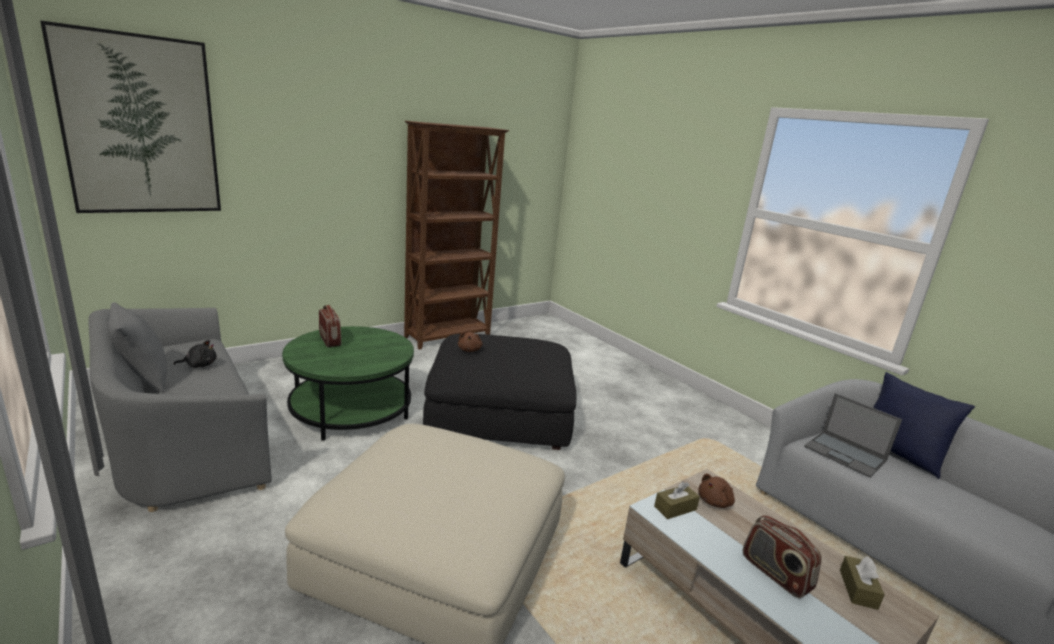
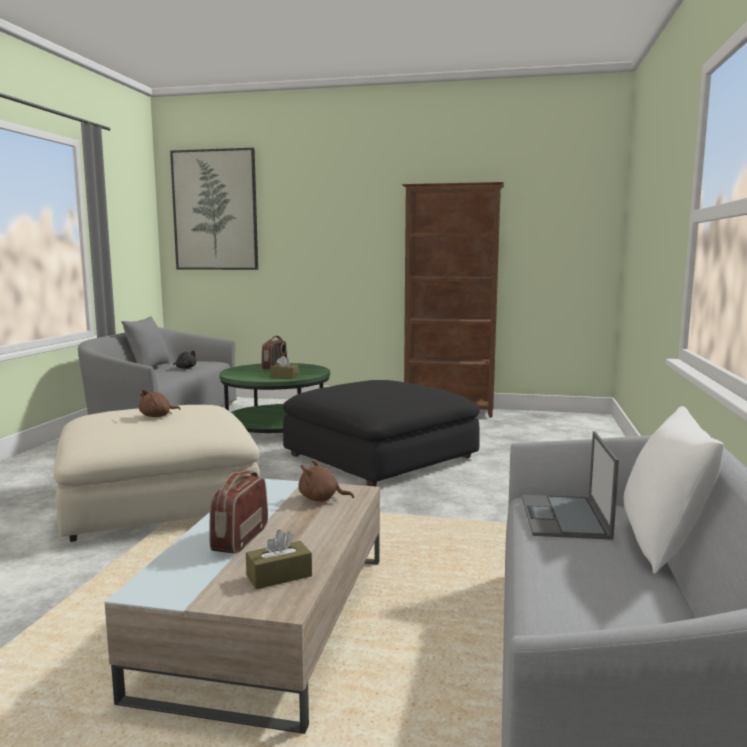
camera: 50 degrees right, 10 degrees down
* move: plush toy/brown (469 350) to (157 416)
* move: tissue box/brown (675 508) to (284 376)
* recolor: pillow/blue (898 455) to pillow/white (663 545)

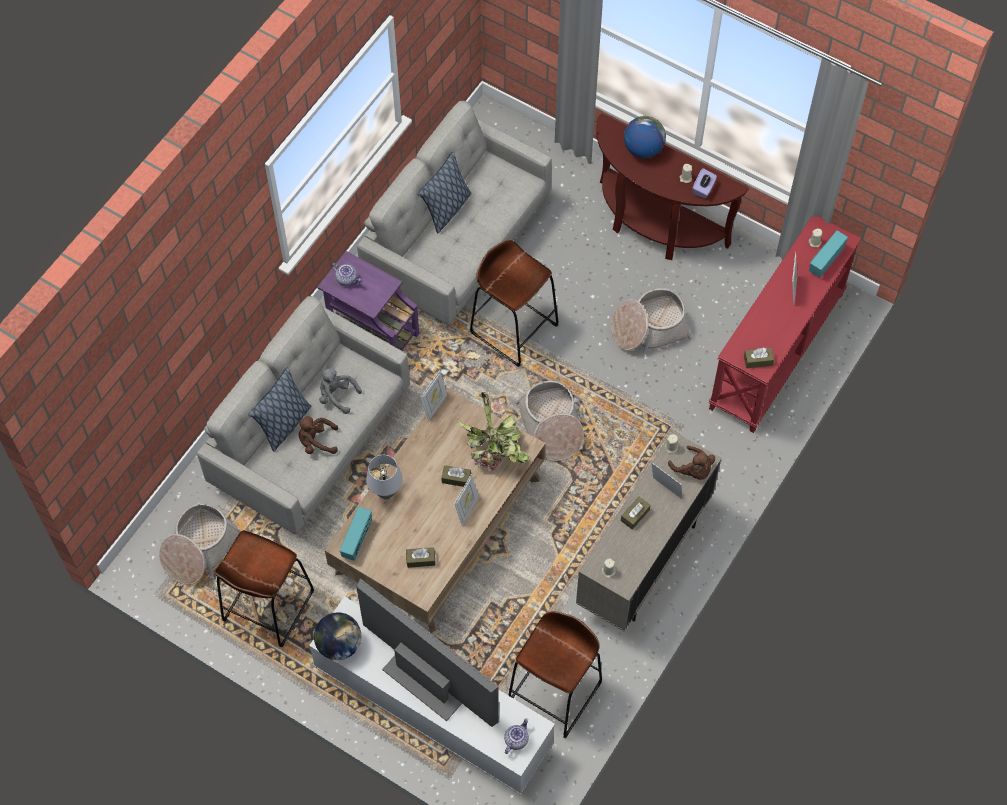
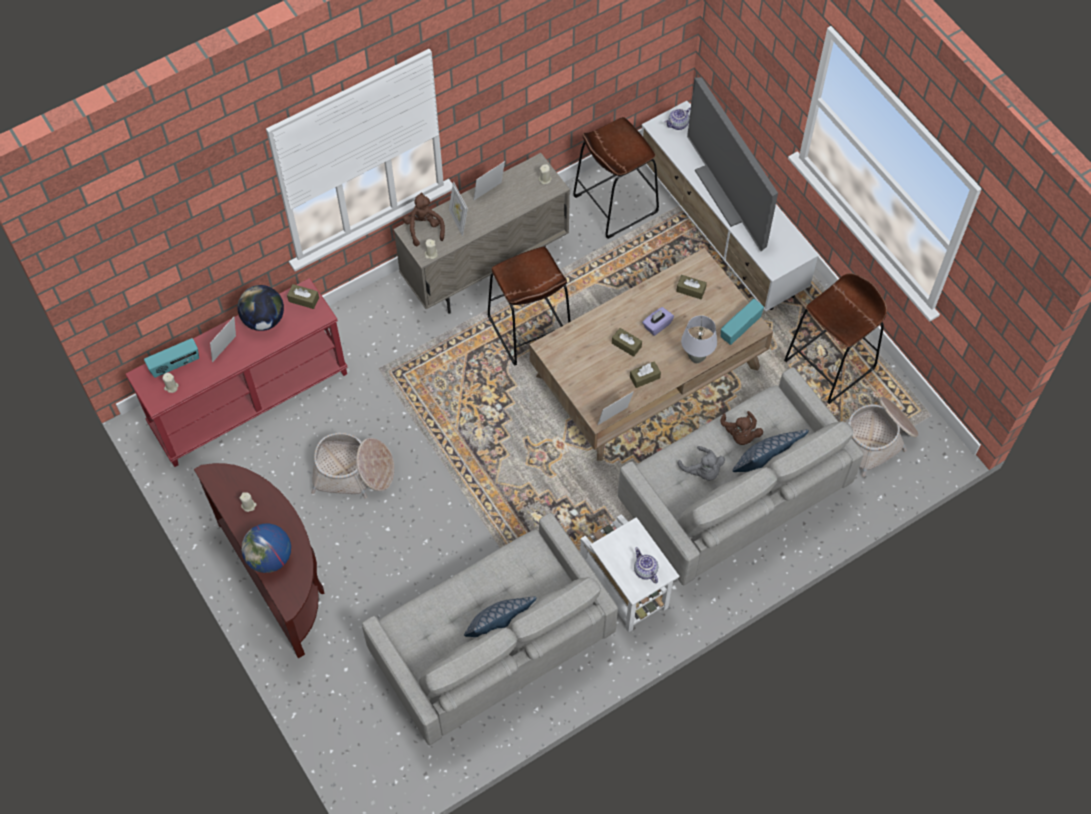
camera: 155 degrees left, 0 degrees up
* move: globe (339 644) to (264 319)
* move: picture frame (467 509) to (489 193)
* move: stool/brown (514 328) to (529 330)
* recolor: side table/purple (371 329) to side table/white (625 588)
* move: tissue box/brown (635 515) to (644 377)
* move: tissue box/purple (703 189) to (657 325)
* rotate: plush toy/brown (317 442) = (740 434) 60 degrees clockwise
* delete: potted plant (496 452)
* delete: basket (551 427)

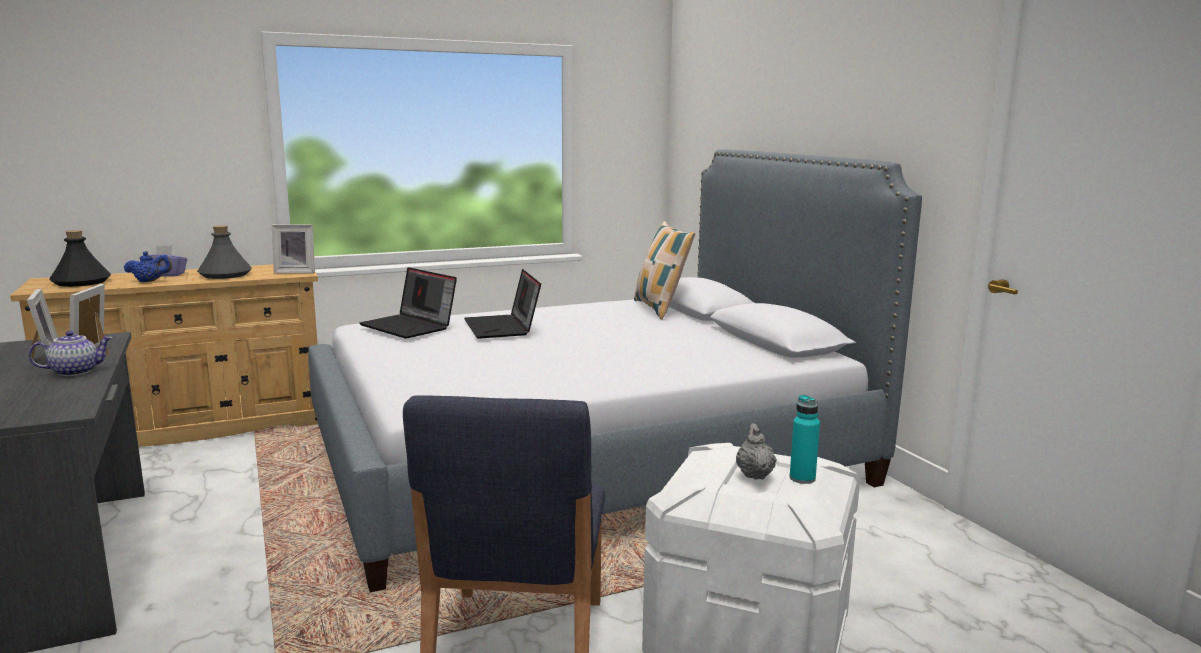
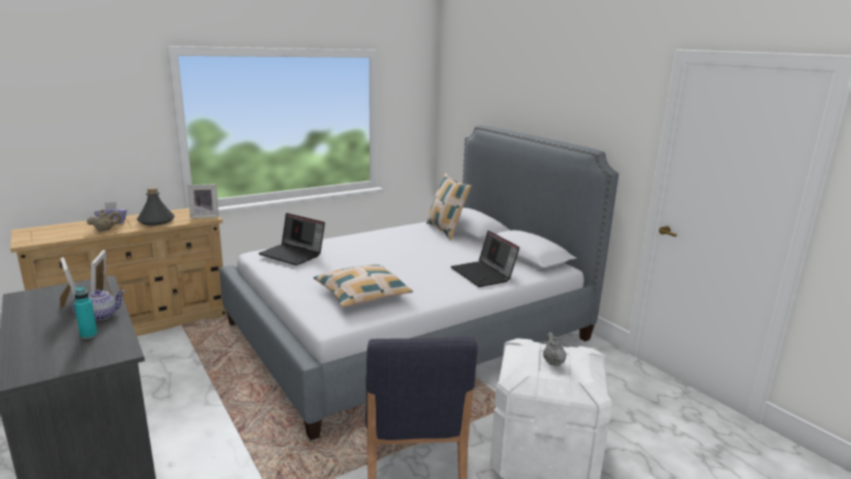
camera: 10 degrees left, 5 degrees up
* move: bottle/turquoise (802 478) to (89 335)
* recolor: teapot/blue (150 281) to teapot/beige (105 230)
* insert: pillow (362 294)
* move: laptop (503 328) to (484 274)
* delete: bottle/black (81 282)

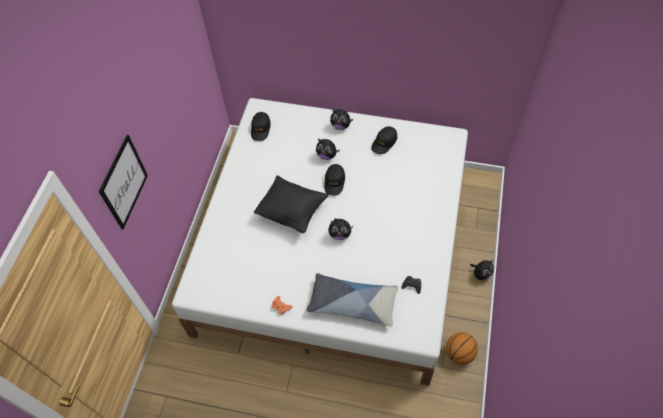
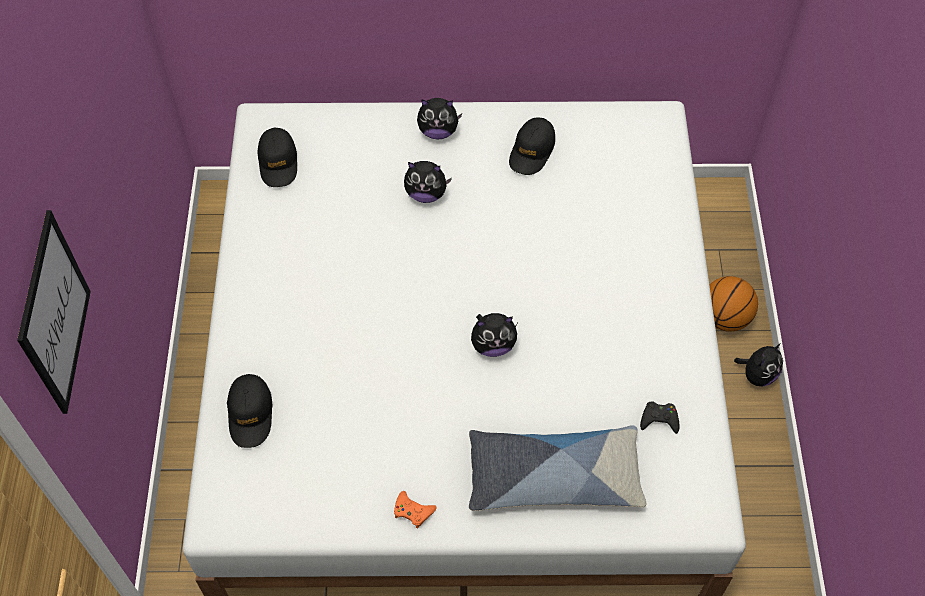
camera: 15 degrees left, 0 degrees up
* move: cap/black (334 182) to (250 414)
* move: basketball (459 353) to (724 318)
* delete: pillow/black (292 212)

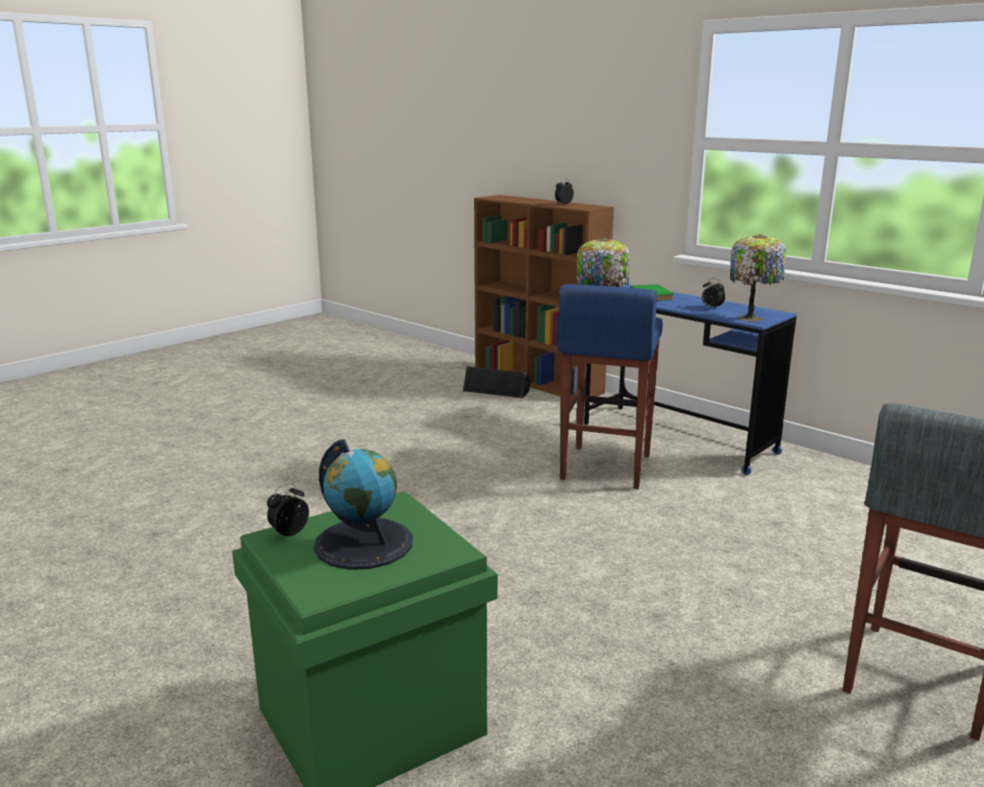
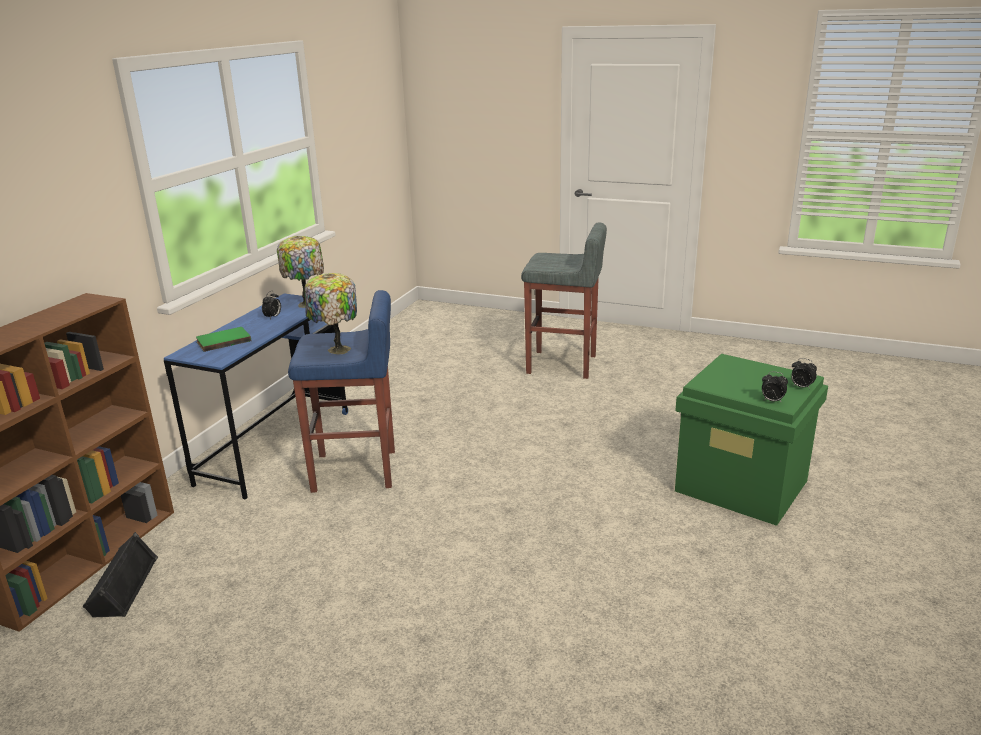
camera: 110 degrees left, 5 degrees up
* move: alarm clock (563 204) to (801 387)
* delete: globe (364 543)

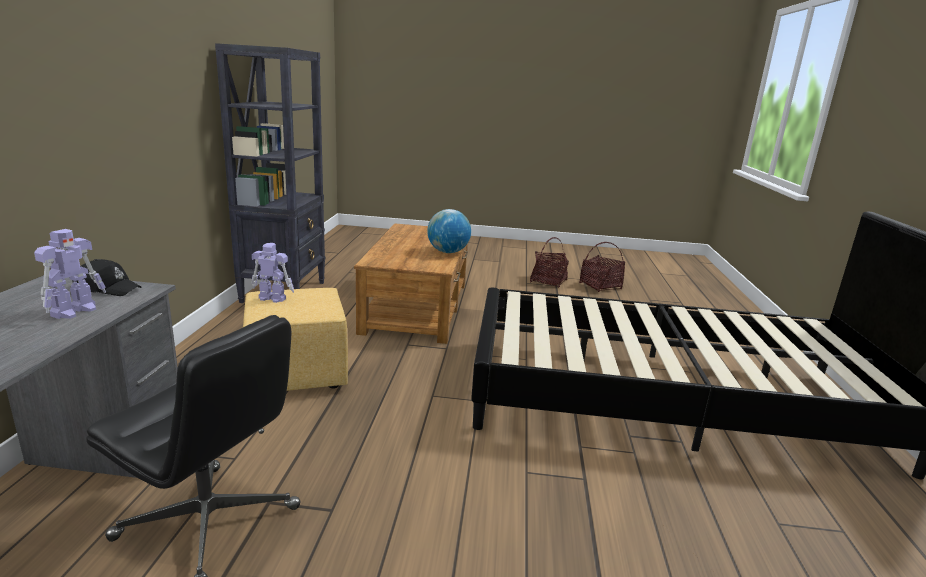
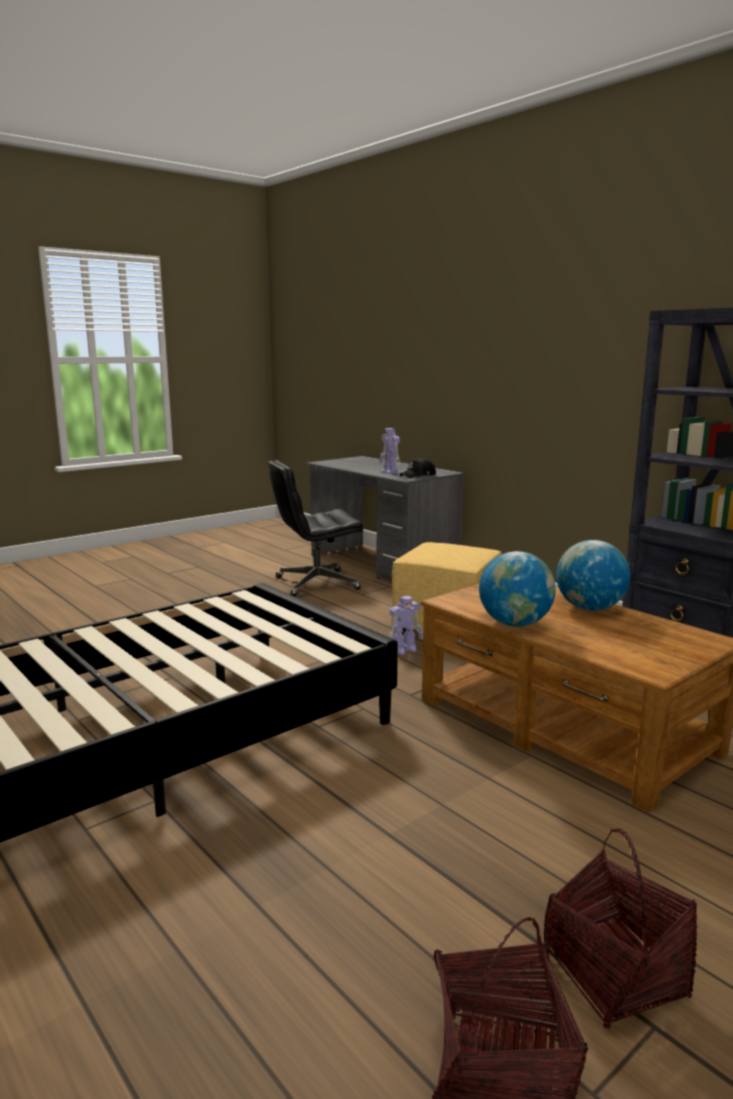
camera: 135 degrees right, 5 degrees down
* move: toy robot (272 298) to (404 650)
* insert: globe (589 608)

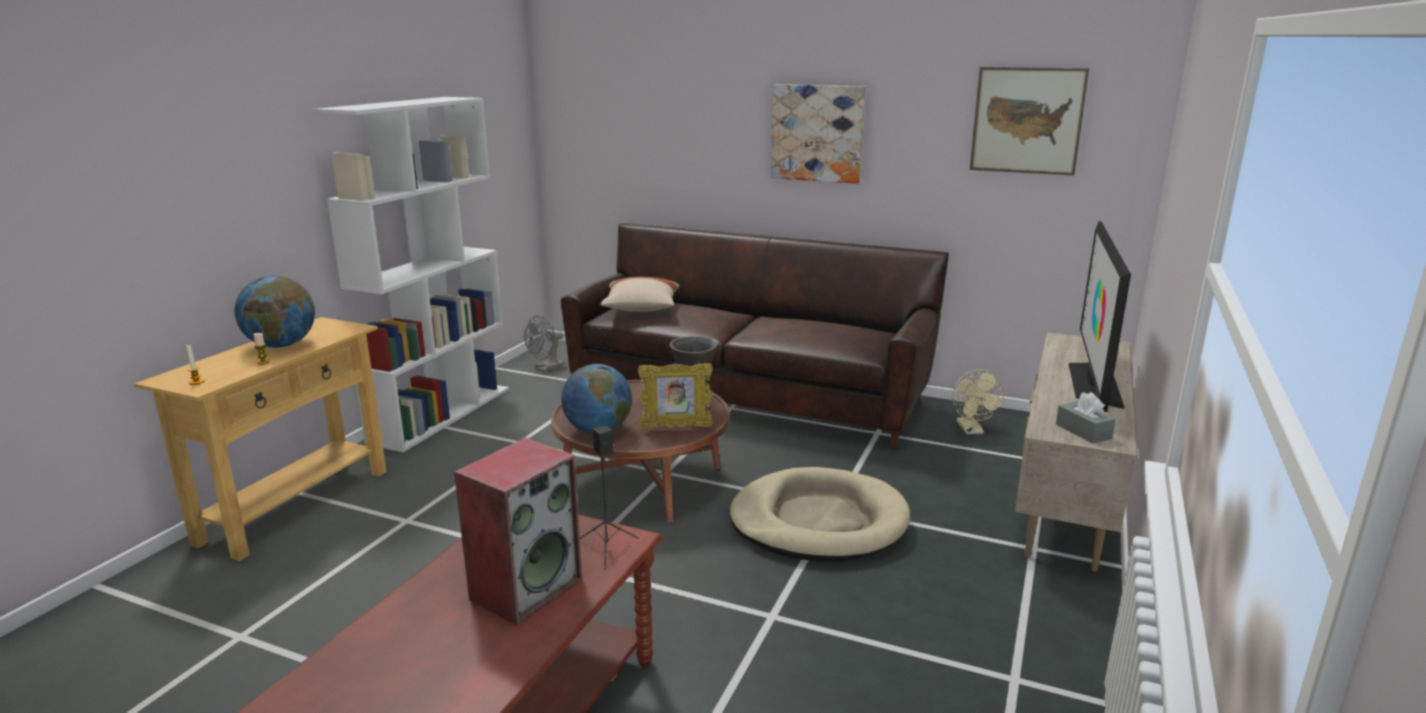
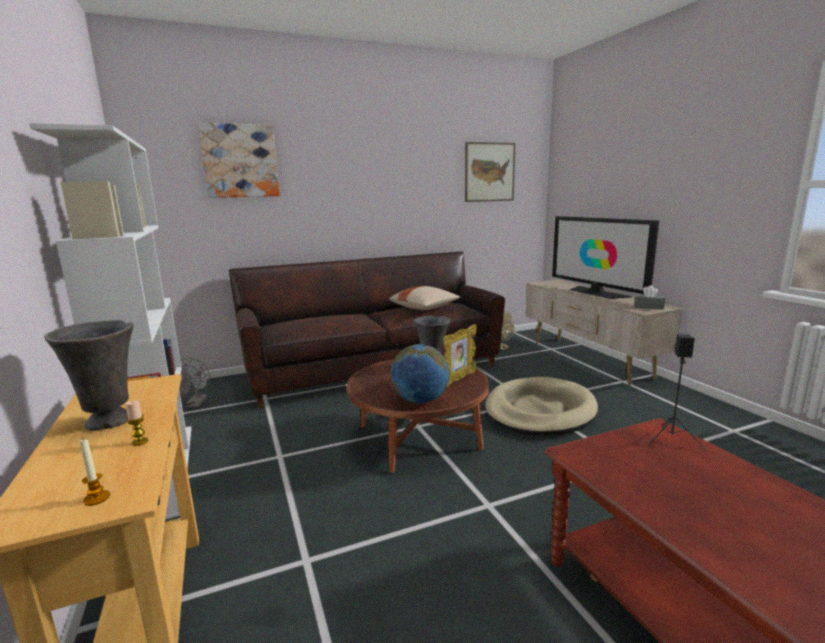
camera: 45 degrees left, 5 degrees down
* replace: globe (281 345) to vase/grey (110 422)
* move: picture (817 133) to (240 161)
* move: pillow/beige (641 309) to (425 308)
* delete: speaker (526 588)

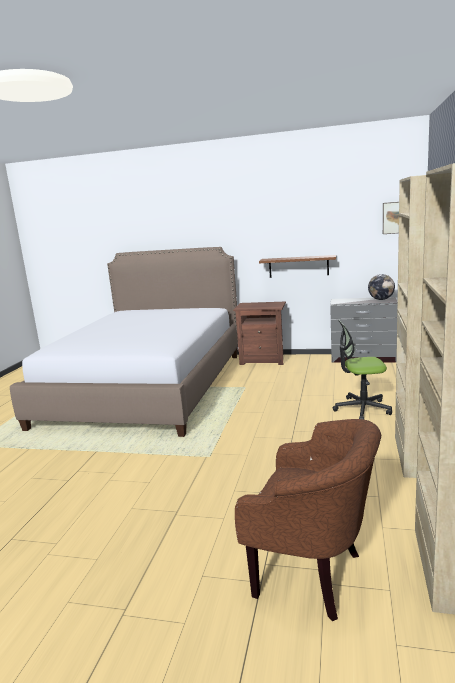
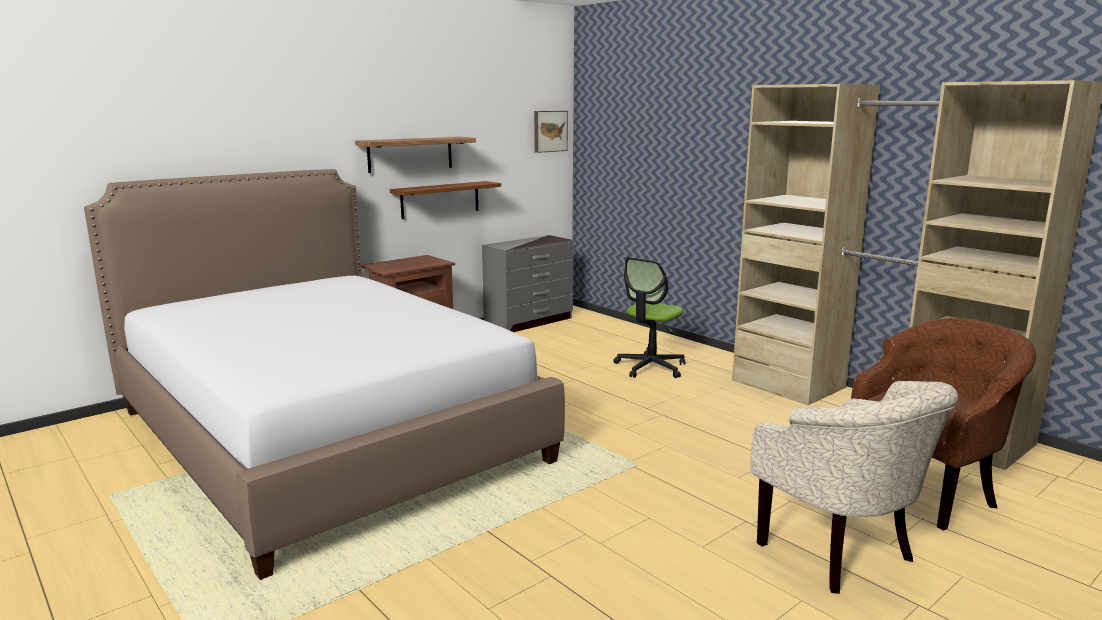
camera: 55 degrees left, 0 degrees up
* insert: shelf (410 154)
* insert: armchair/beige (842 555)
* delete: globe (381 299)

